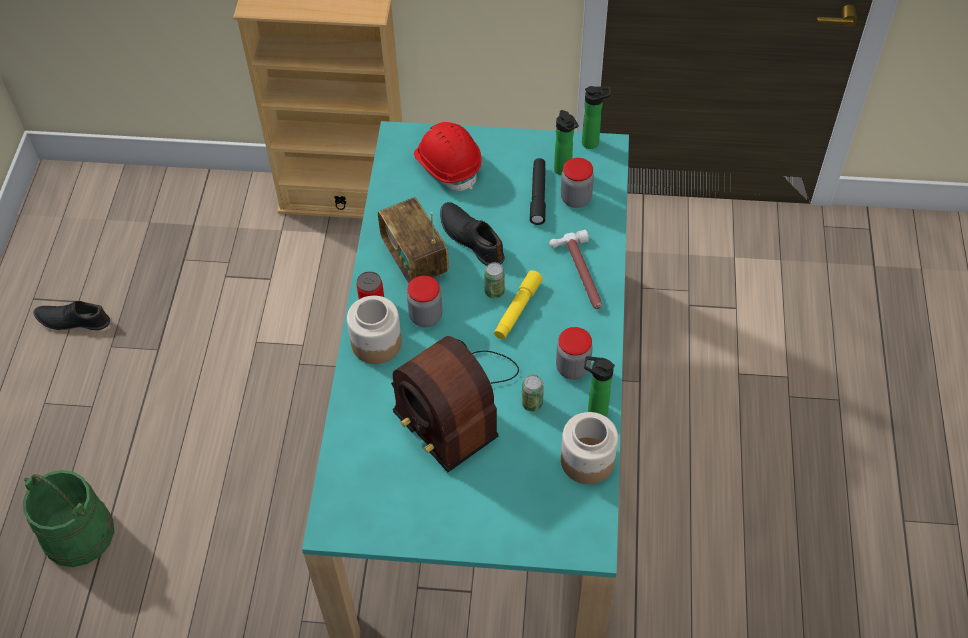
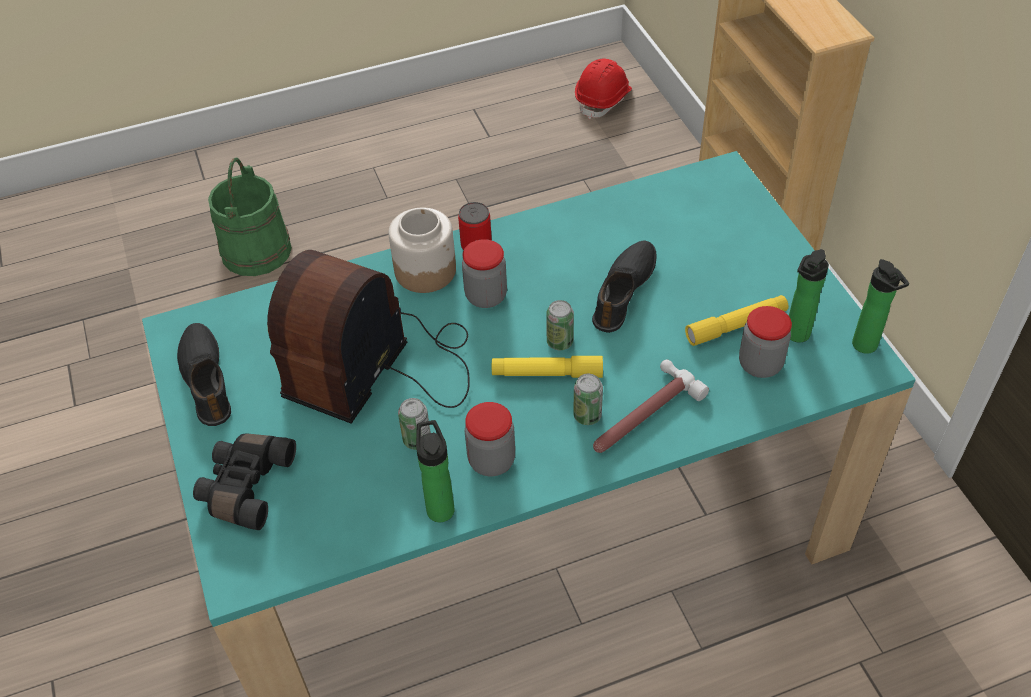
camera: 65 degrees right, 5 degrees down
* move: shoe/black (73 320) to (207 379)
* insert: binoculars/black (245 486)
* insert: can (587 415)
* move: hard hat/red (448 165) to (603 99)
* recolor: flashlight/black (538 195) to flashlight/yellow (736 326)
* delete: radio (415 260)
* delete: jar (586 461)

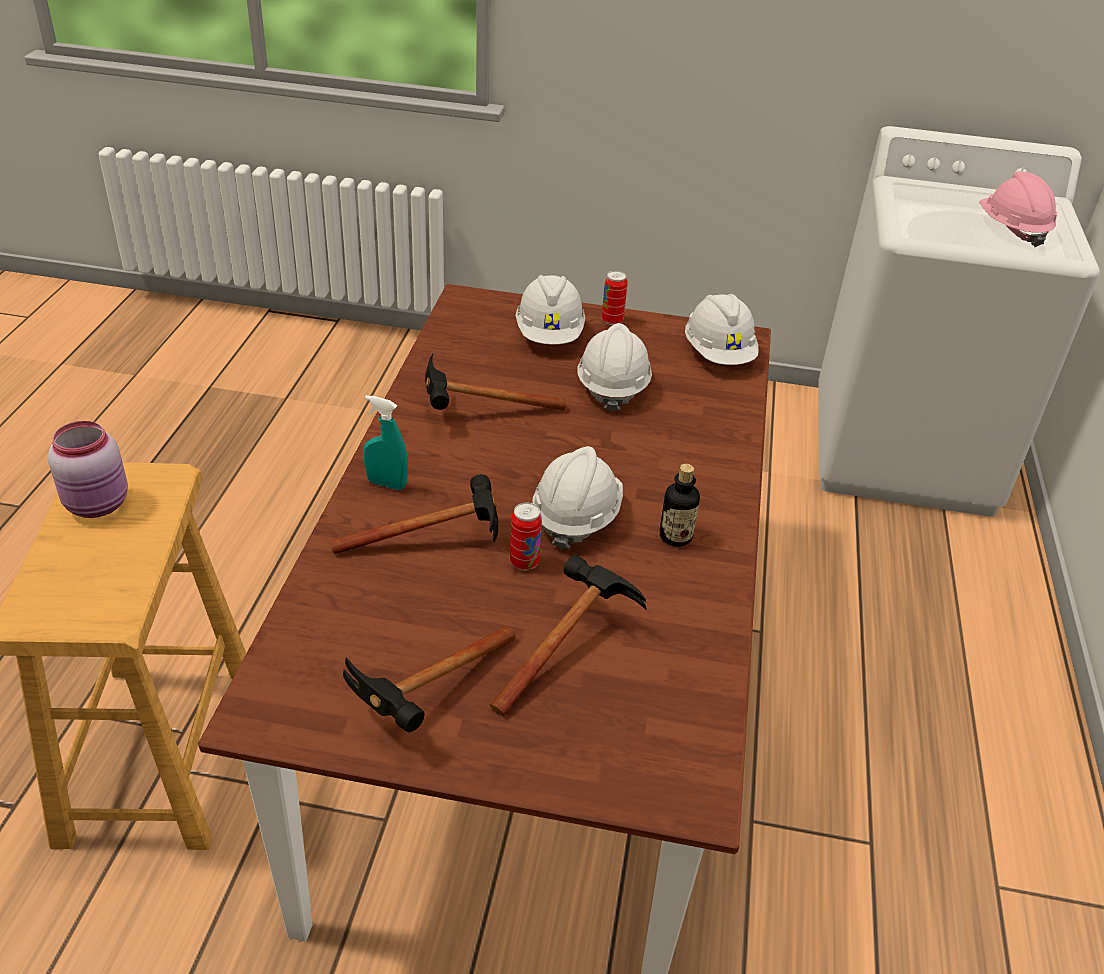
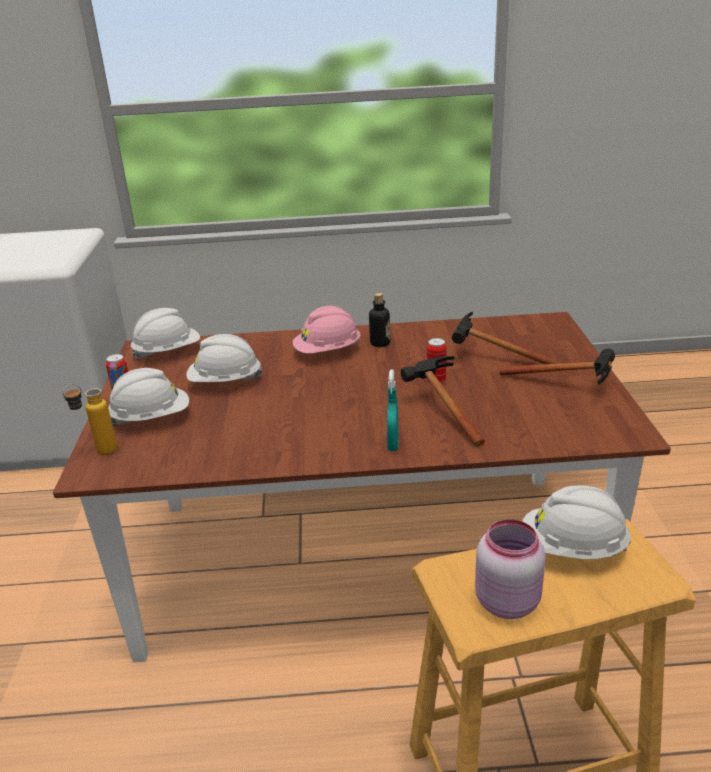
camera: 100 degrees left, 10 degrees down
* insert: bottle (99 453)
* move: hard hat/pink (1011 230) to (328 352)
* move: hard hat/white (576 517) to (572 549)
* delete: hammer (476 415)

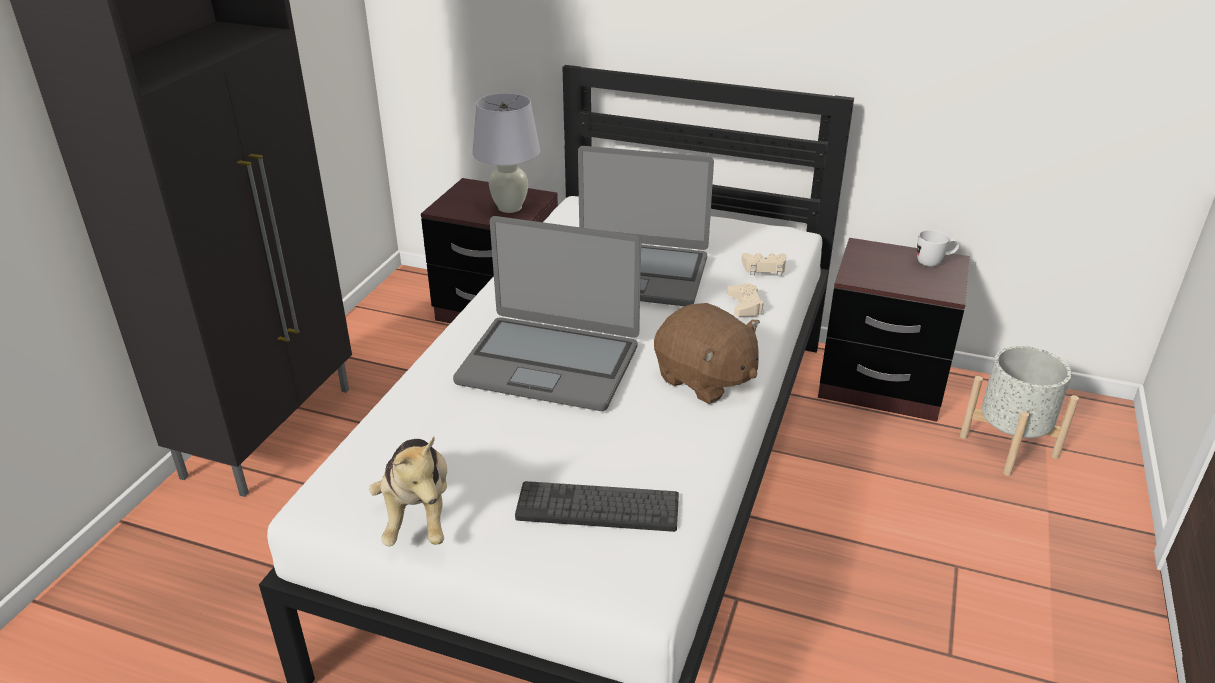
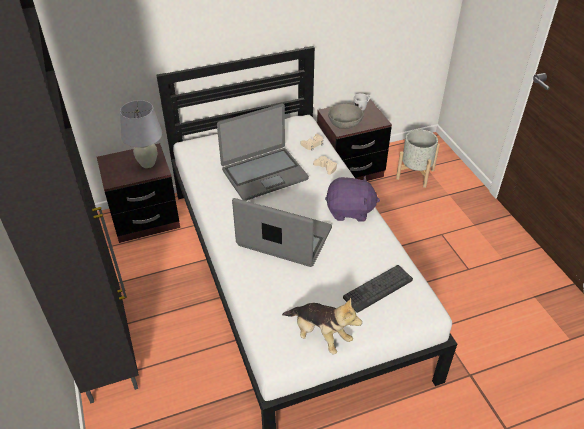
camera: 40 degrees left, 10 degrees up
* rotate: laptop (549 363) = (284 238) 135 degrees counterclockwise
* recolor: plush toy/brown (705 379) to plush toy/purple (350 211)
* insert: bowl/grey (345 125)

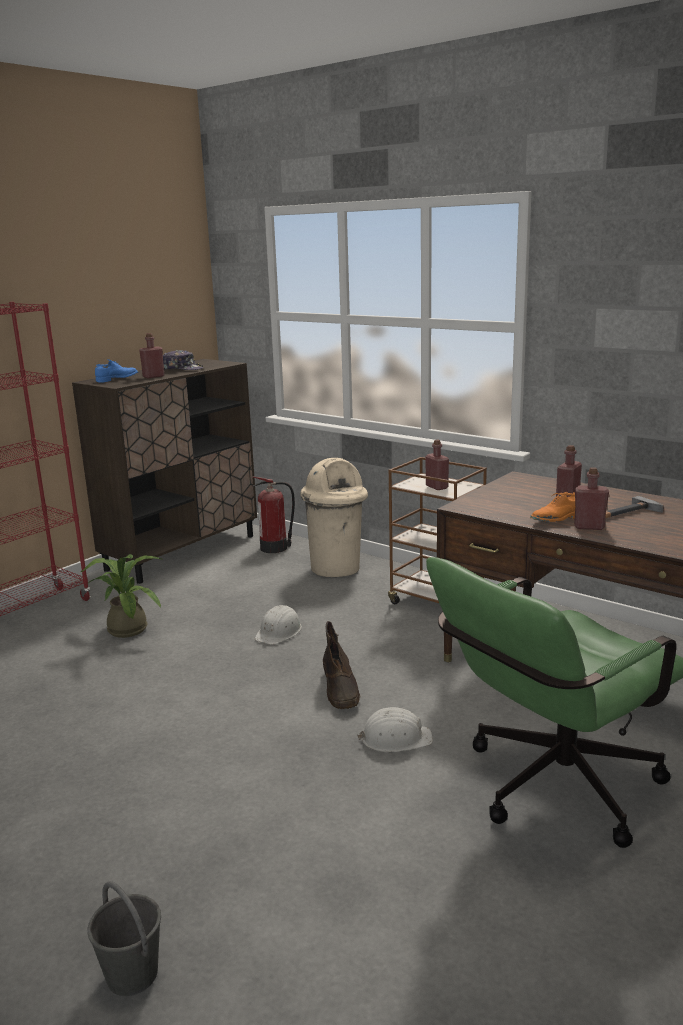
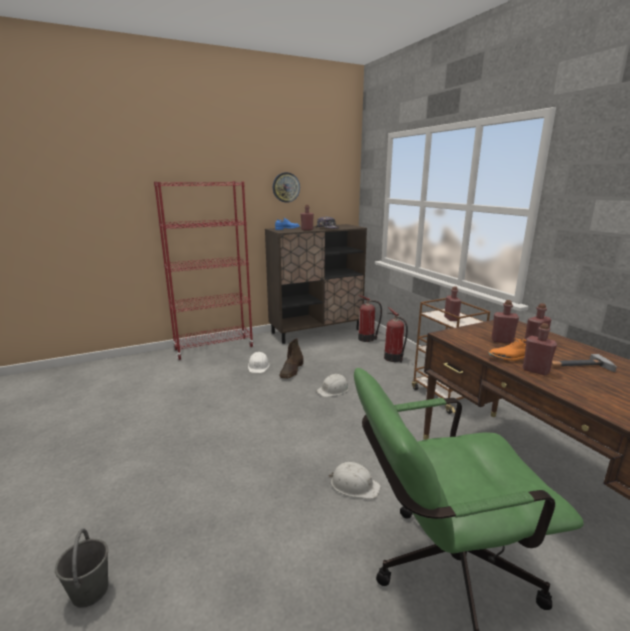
camera: 25 degrees right, 0 degrees up
* replace: potted plant (127 627) to hard hat/white (258 366)
* insert: wall clock (286 187)
* move: boot/brown (341 689) to (291 371)
* replace: trash can/beige (336 568) to fire extinguisher (394 358)
* insert: bottle/red (502 341)

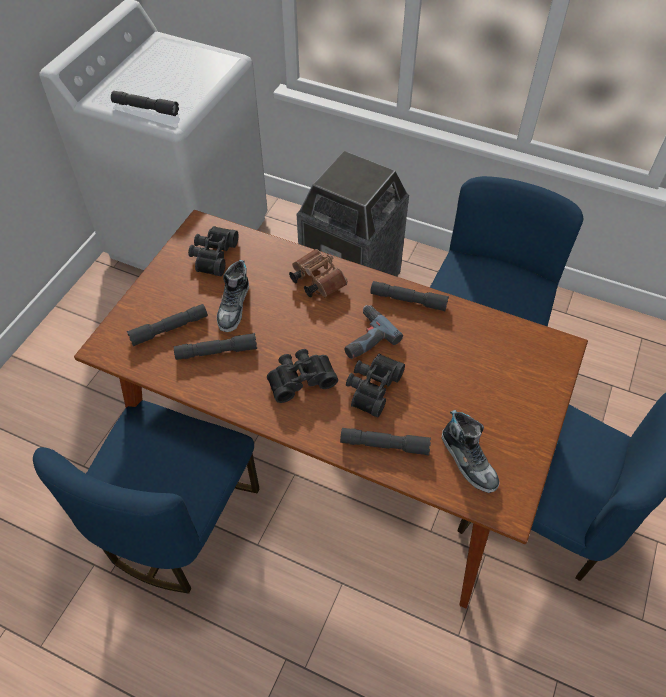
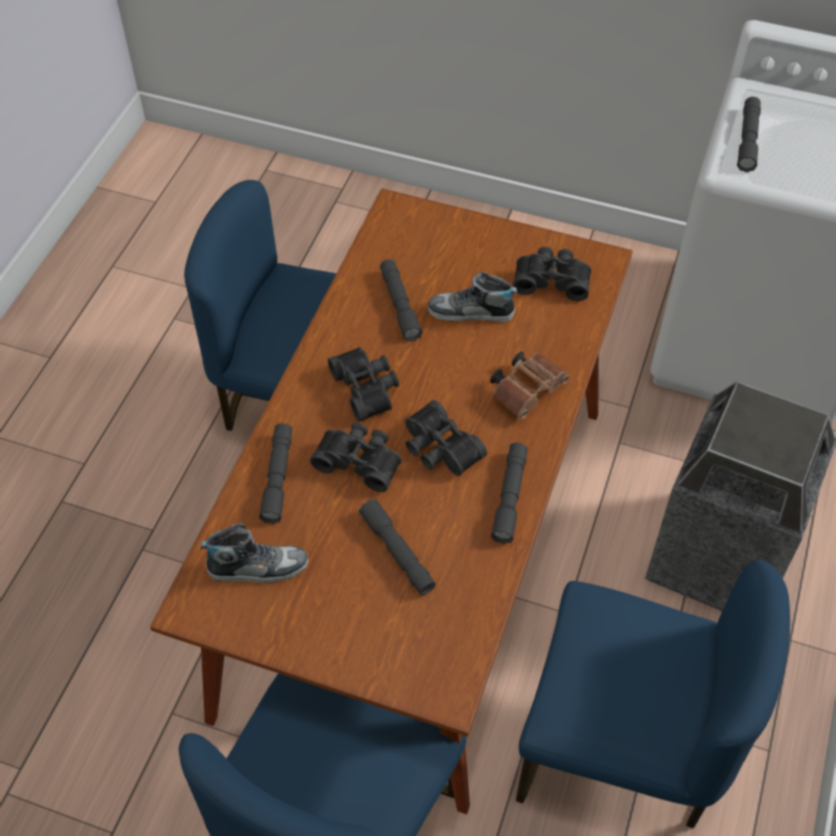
camera: 85 degrees right, 0 degrees up
* rotate: shoe (468 460) = (258 567) 150 degrees counterclockwise
* move: flashlight/grey (169 329) to (397 552)
* replace: power drill (364 337) to binoculars/black (438 449)

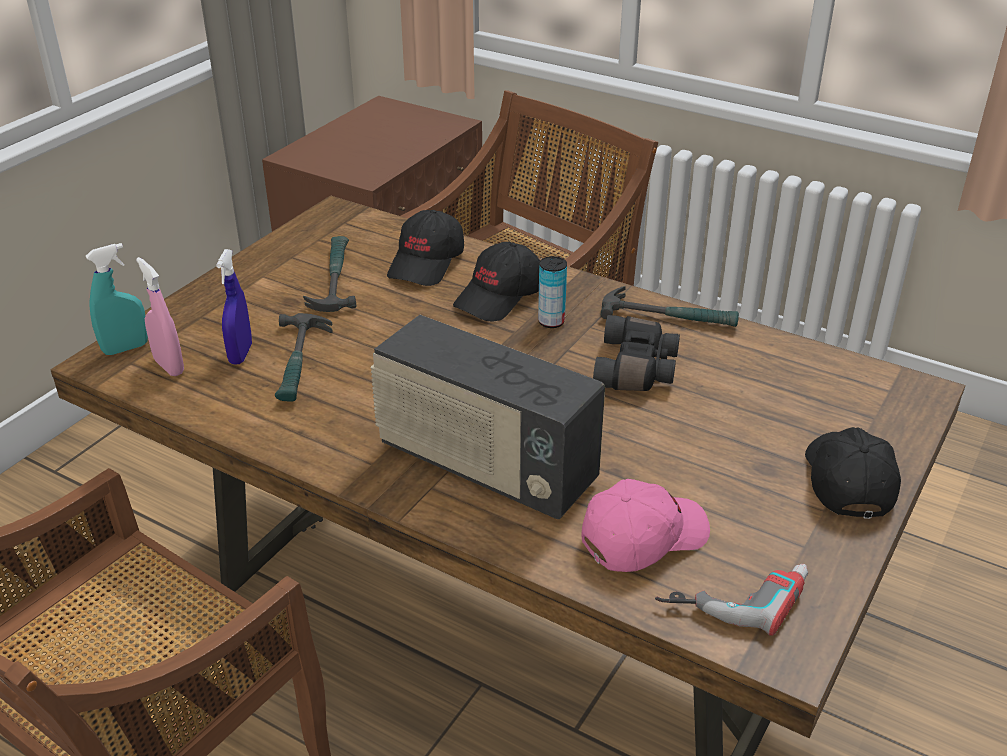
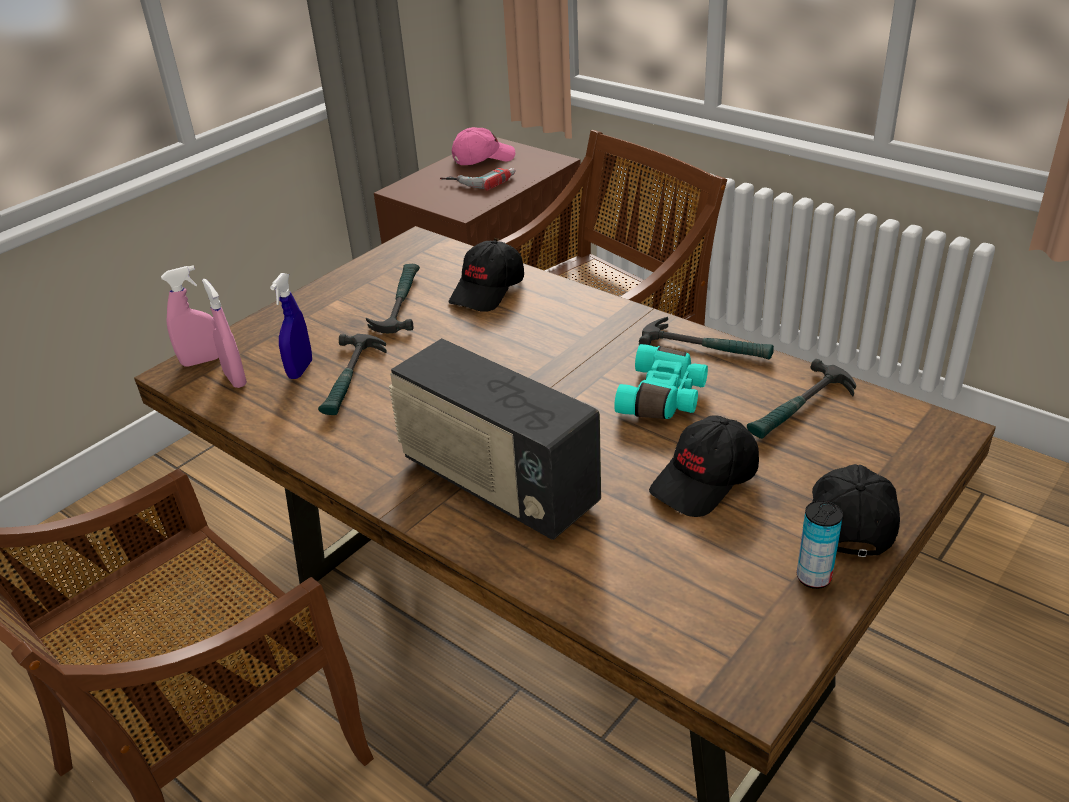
camera: 10 degrees right, 0 degrees up
* recolor: spray bottle/turquoise (126 348) to spray bottle/pink (202 361)
* move: power drill (734 592) to (479 180)
* move: cap/pink (643 537) to (483 158)
* recolor: binoculars/black (637 369) to binoculars/turquoise (664 397)
* move: cap/black (500 297) to (705 481)
* insert: hammer (800 409)
* move: can (551 322) to (813 577)

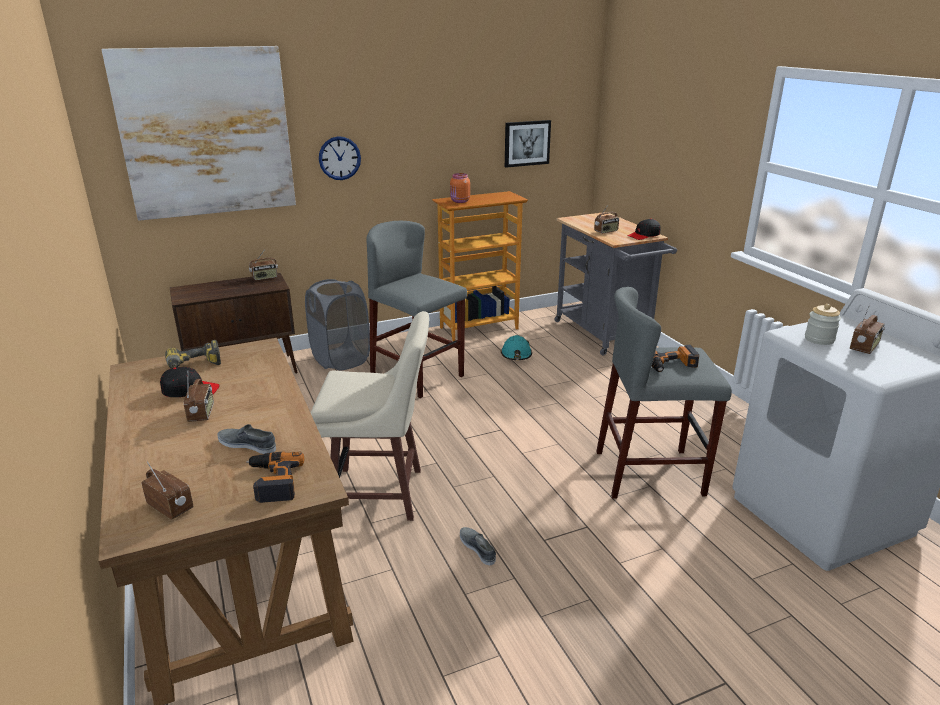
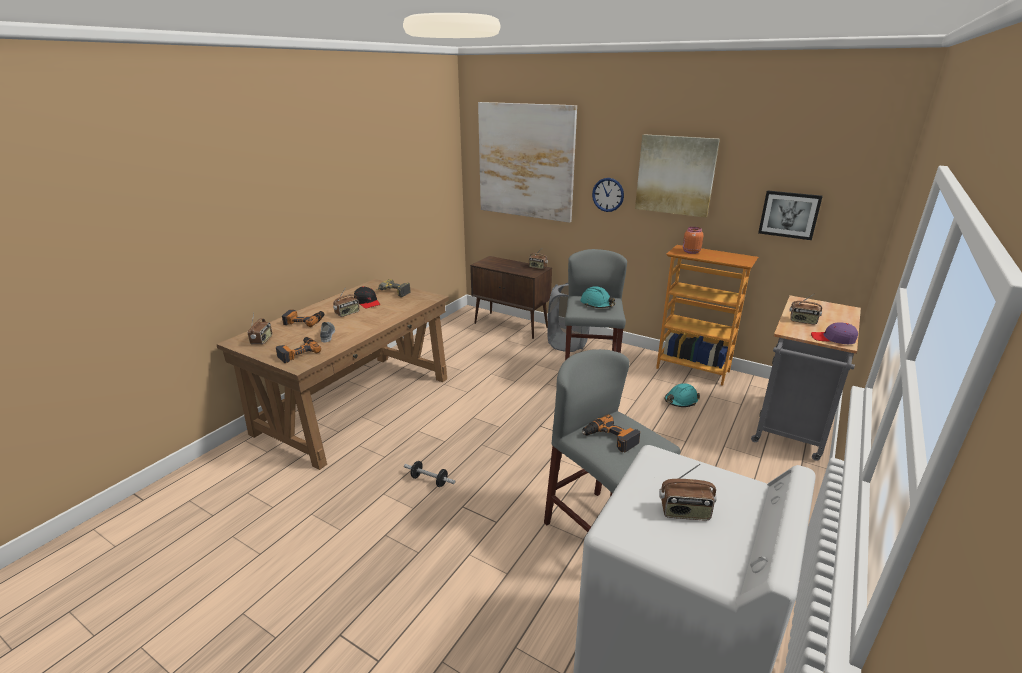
camera: 55 degrees right, 0 degrees up
* insert: power drill (304 321)
* replace: shoe/grey (477 548) to dumbbell (429 480)
* insert: hard hat/turquoise (597 304)
* insert: picture (675 175)
* recolor: cap/black (644 235) to cap/purple (833 339)
* delete: stool/beige (380 494)
* delete: jar (819 339)

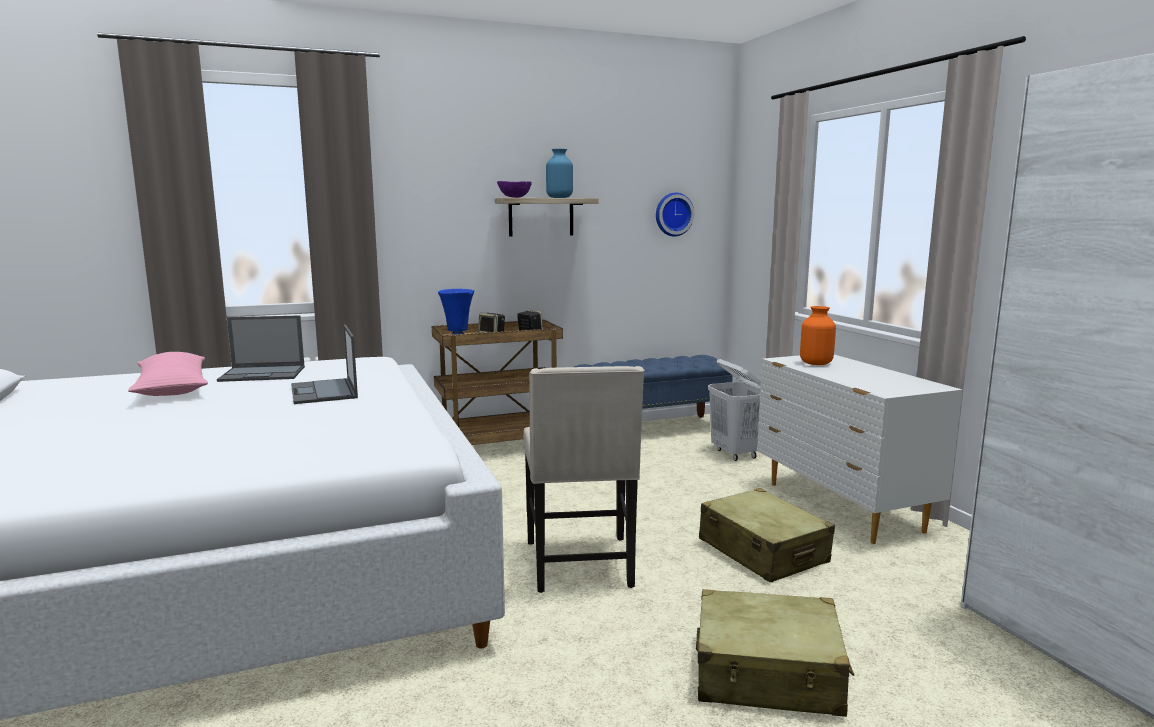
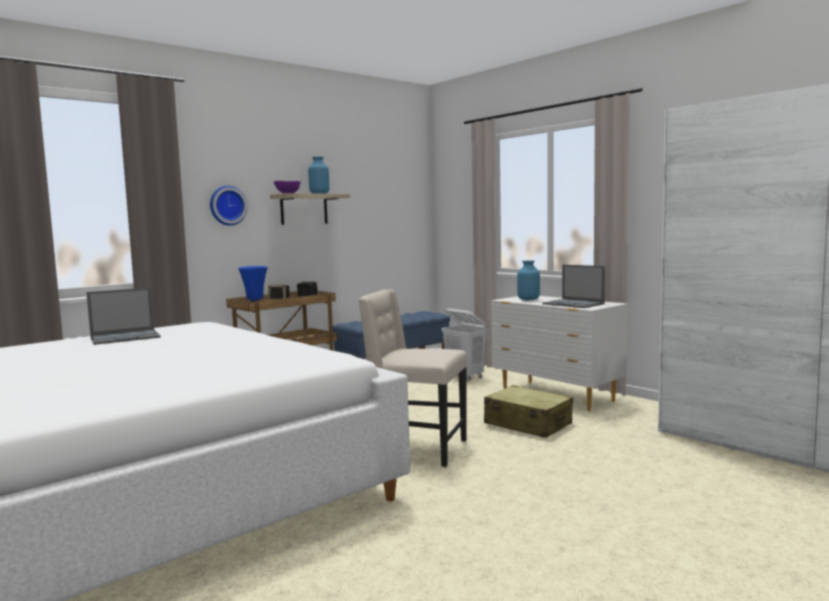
camera: 20 degrees left, 5 degrees down
* move: wall clock (673 214) to (227 205)
* rotate: chair/beige (581 565) = (417 449) 135 degrees clockwise
* recolor: vase/orange (816 363) to vase/blue (528 299)
* move: laptop (324 392) to (574 304)
* delete: pillow/pink (172 388)
* delete: suitcase/beige (768 674)

